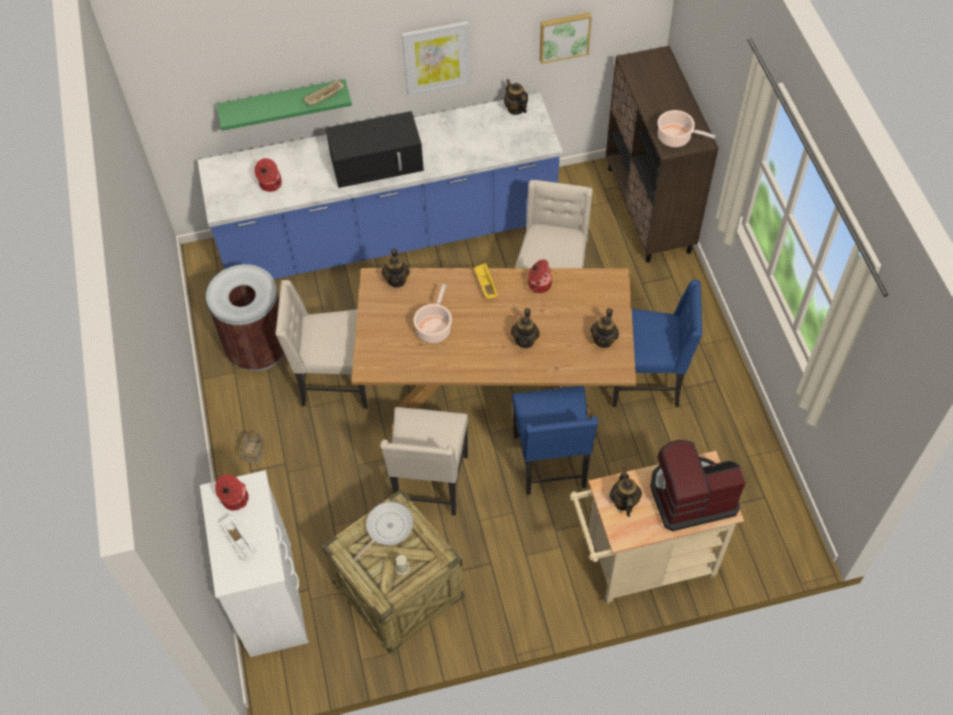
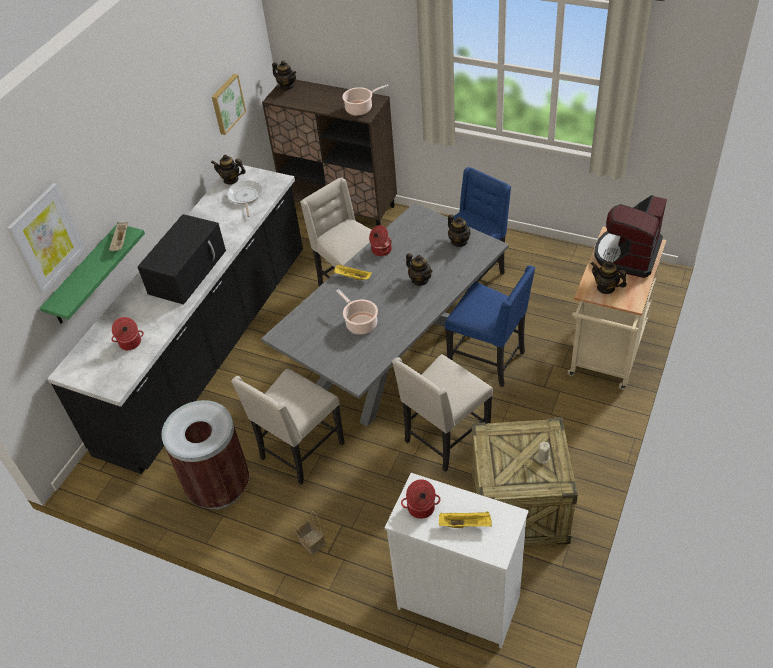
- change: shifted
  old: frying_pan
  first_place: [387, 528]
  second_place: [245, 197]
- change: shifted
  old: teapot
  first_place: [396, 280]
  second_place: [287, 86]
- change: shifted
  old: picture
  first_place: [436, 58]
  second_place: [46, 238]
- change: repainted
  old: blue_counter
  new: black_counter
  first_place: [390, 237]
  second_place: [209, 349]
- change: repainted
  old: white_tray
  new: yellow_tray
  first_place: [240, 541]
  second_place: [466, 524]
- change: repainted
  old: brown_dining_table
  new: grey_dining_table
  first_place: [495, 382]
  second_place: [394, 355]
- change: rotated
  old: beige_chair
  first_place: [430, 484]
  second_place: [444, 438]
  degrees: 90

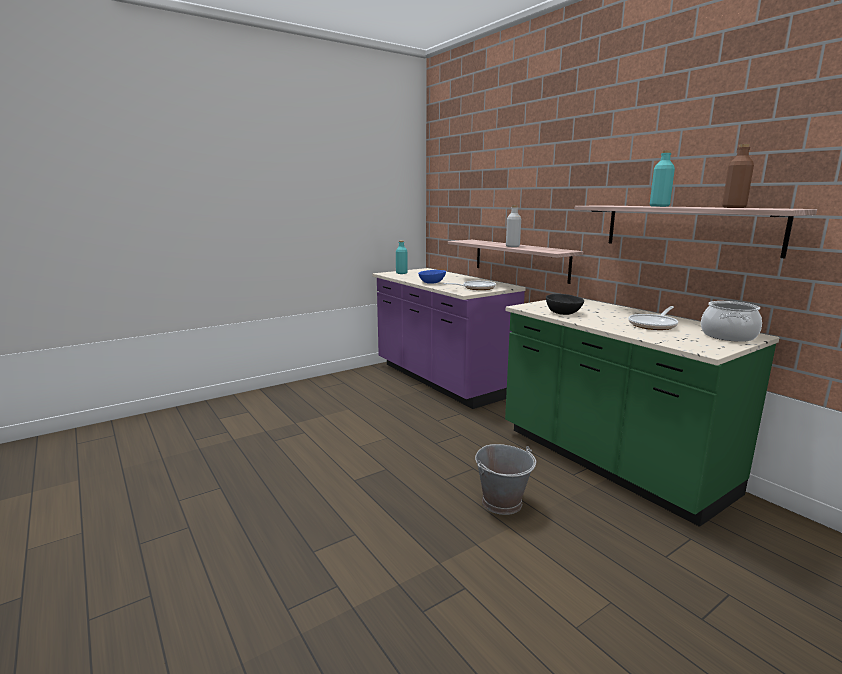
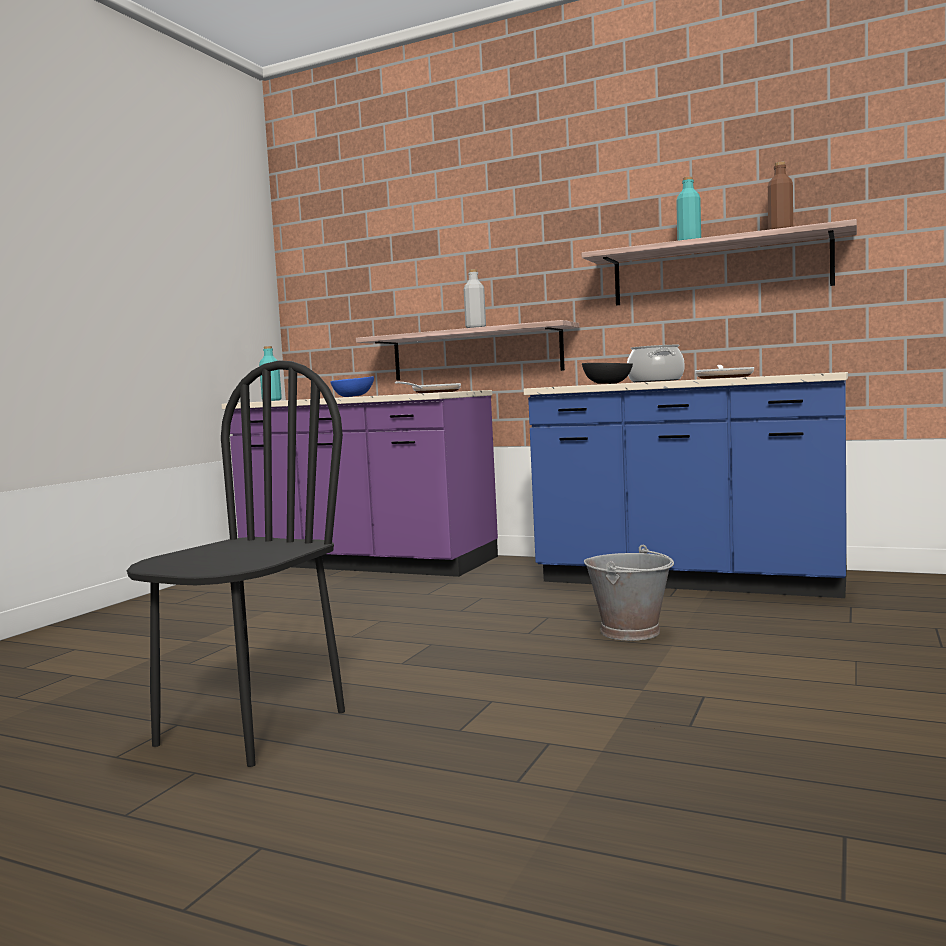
- change: new
  new: black_chair
  second_place: [251, 727]
- change: shifted
  old: cooking_pot
  first_place: [728, 336]
  second_place: [656, 381]
- change: repainted
  old: green_counter
  new: blue_counter
  first_place: [609, 461]
  second_place: [690, 579]

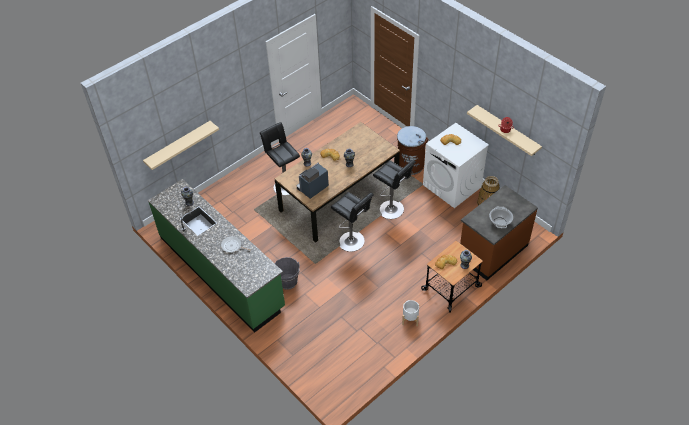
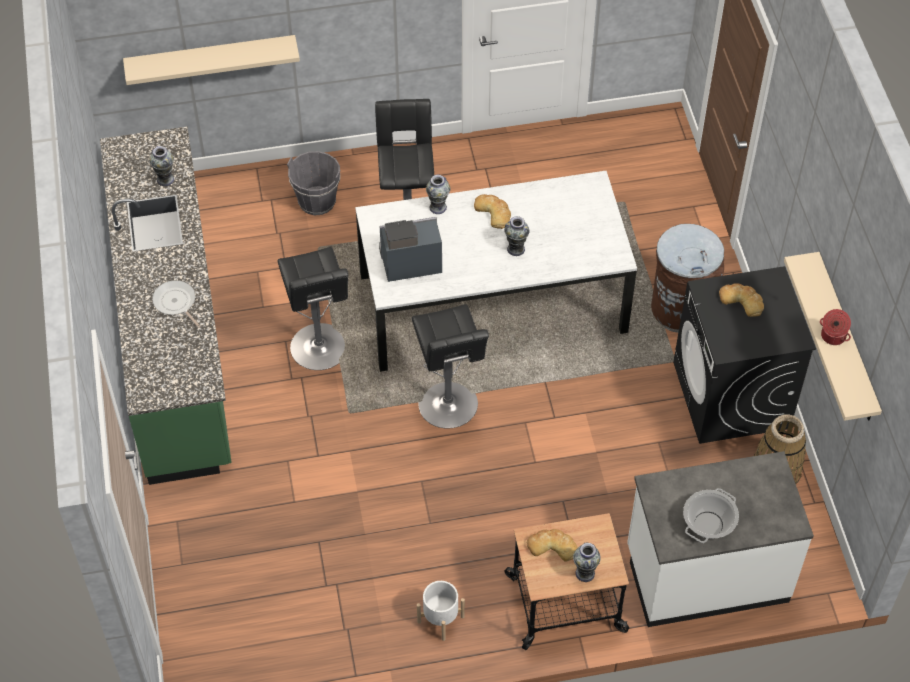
- change: shifted
  old: grey_bucket
  first_place: [288, 282]
  second_place: [317, 201]
- change: shifted
  old: black_stool
  first_place: [392, 210]
  second_place: [320, 350]
- change: repainted
  old: brown_dining_table
  new: white_dining_table
  first_place: [339, 197]
  second_place: [491, 303]
- change: repainted
  old: white_washing_machine
  new: black_washing_machine
  first_place: [452, 186]
  second_place: [731, 396]
- change: repainted
  old: brown_counter
  new: white_counter
  first_place: [492, 251]
  second_place: [706, 574]

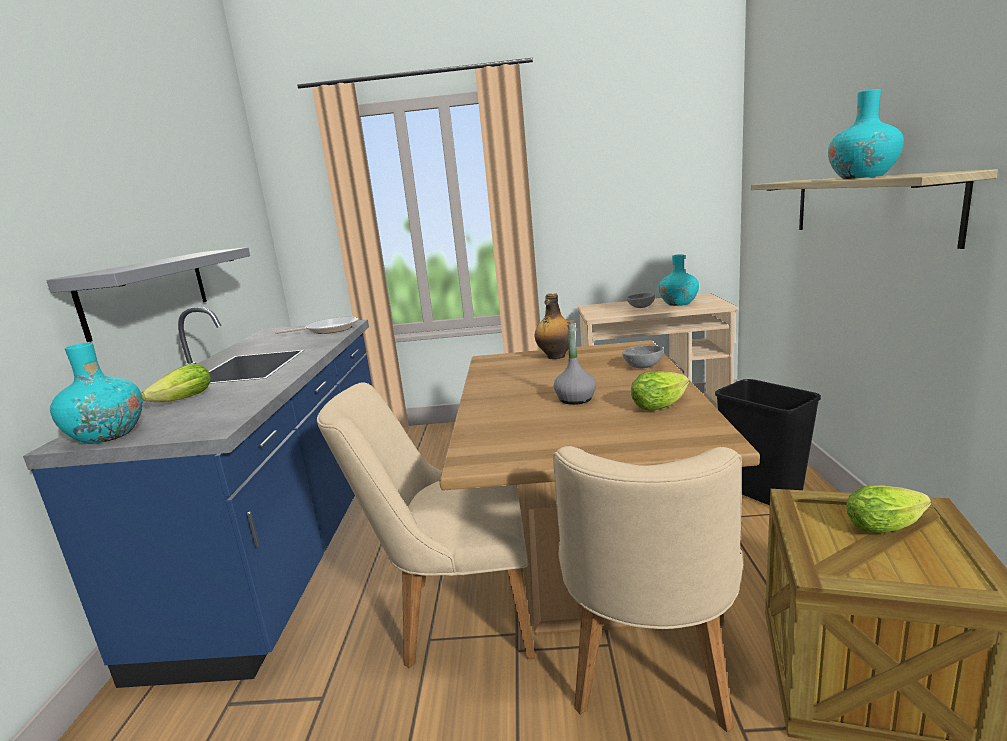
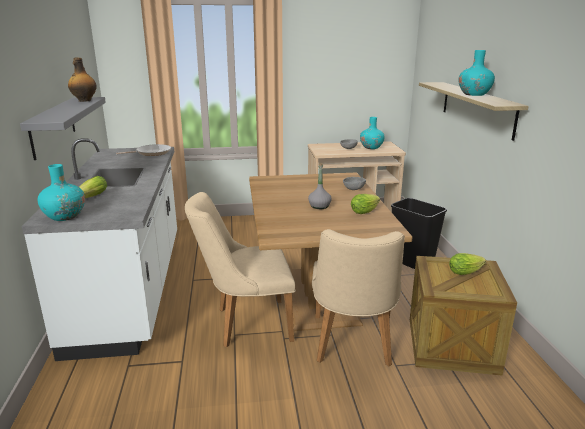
- change: shifted
  old: bottle
  first_place: [555, 357]
  second_place: [84, 100]
- change: repainted
  old: blue_counter
  new: white_counter
  first_place: [291, 541]
  second_place: [132, 287]

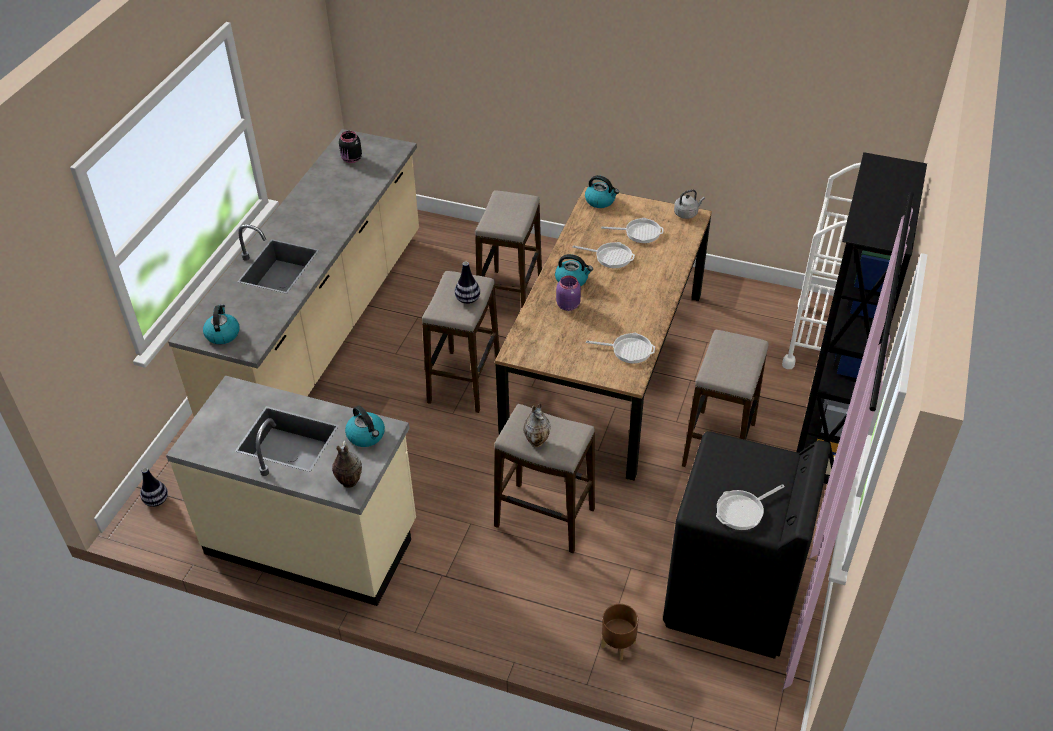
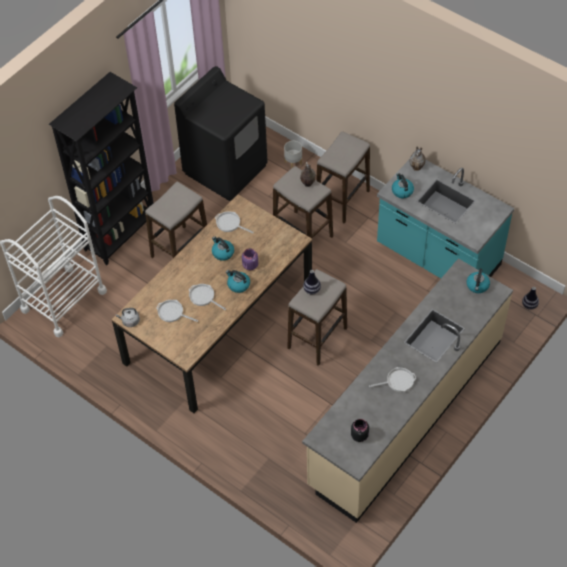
- change: shifted
  old: stool
  first_place: [509, 296]
  second_place: [342, 200]
- change: shifted
  old: kettle
  first_place: [600, 201]
  second_place: [222, 253]
- change: shifted
  old: frying_pan
  first_place: [742, 511]
  second_place: [398, 381]
- change: repainted
  old: beige_counter
  new: turquoise_counter
  first_place: [312, 539]
  second_place: [437, 257]
- change: repainted
  old: brown_planter
  new: grey_planter
  first_place: [617, 645]
  second_place: [293, 163]

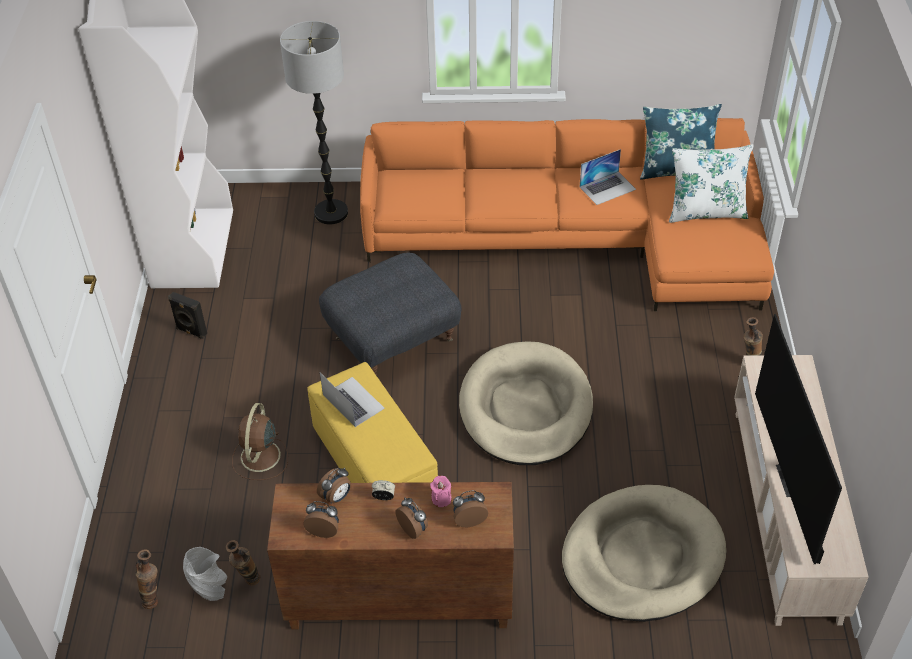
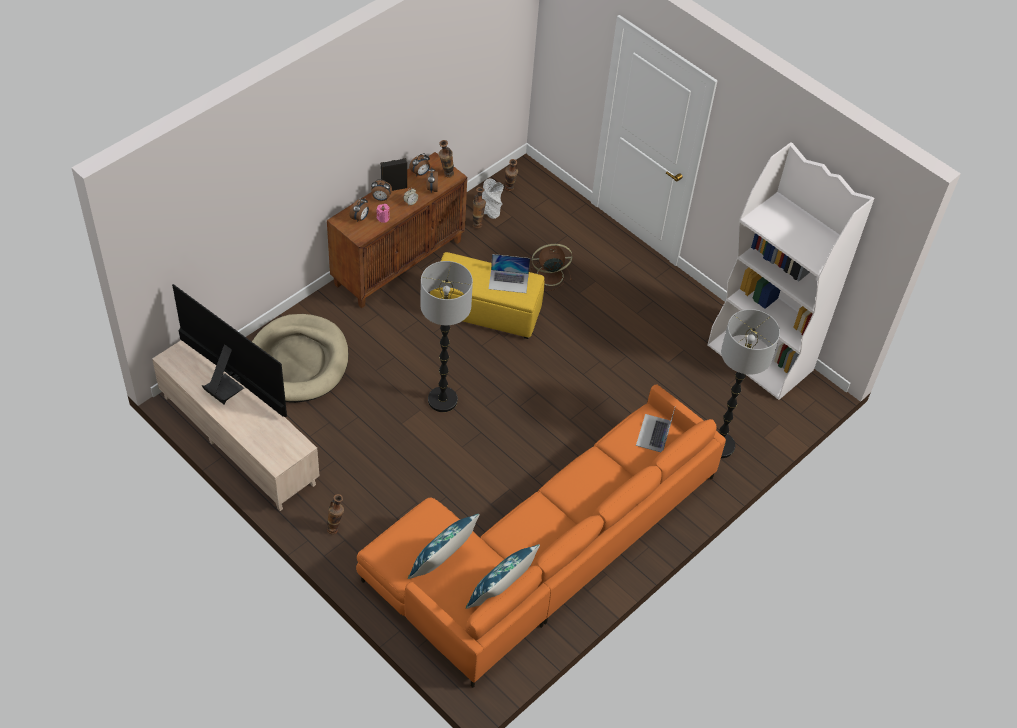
- change: gone
  old: grey_ottoman
  first_place: [393, 338]
- change: new
  new: vase
  second_place: [446, 175]
- change: shifted
  old: black_speaker
  first_place: [191, 332]
  second_place: [393, 187]
- change: shifted
  old: laptop
  first_place: [607, 188]
  second_place: [654, 433]
- change: swapped
  old: beige_dog_bed
  new: floor_lamp
  first_place: [525, 408]
  second_place: [442, 400]
- change: repainted
  old: white_pillow
  new: blue_pillow
  first_place: [706, 211]
  second_place: [442, 563]
- change: rotated
  old: brown_fan
  first_place: [260, 457]
  second_place: [548, 275]
  degrees: -60

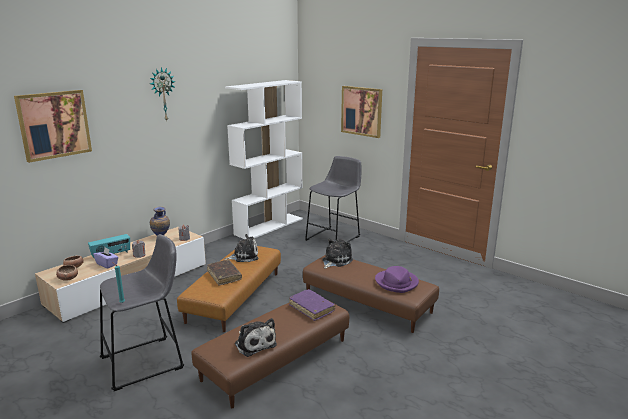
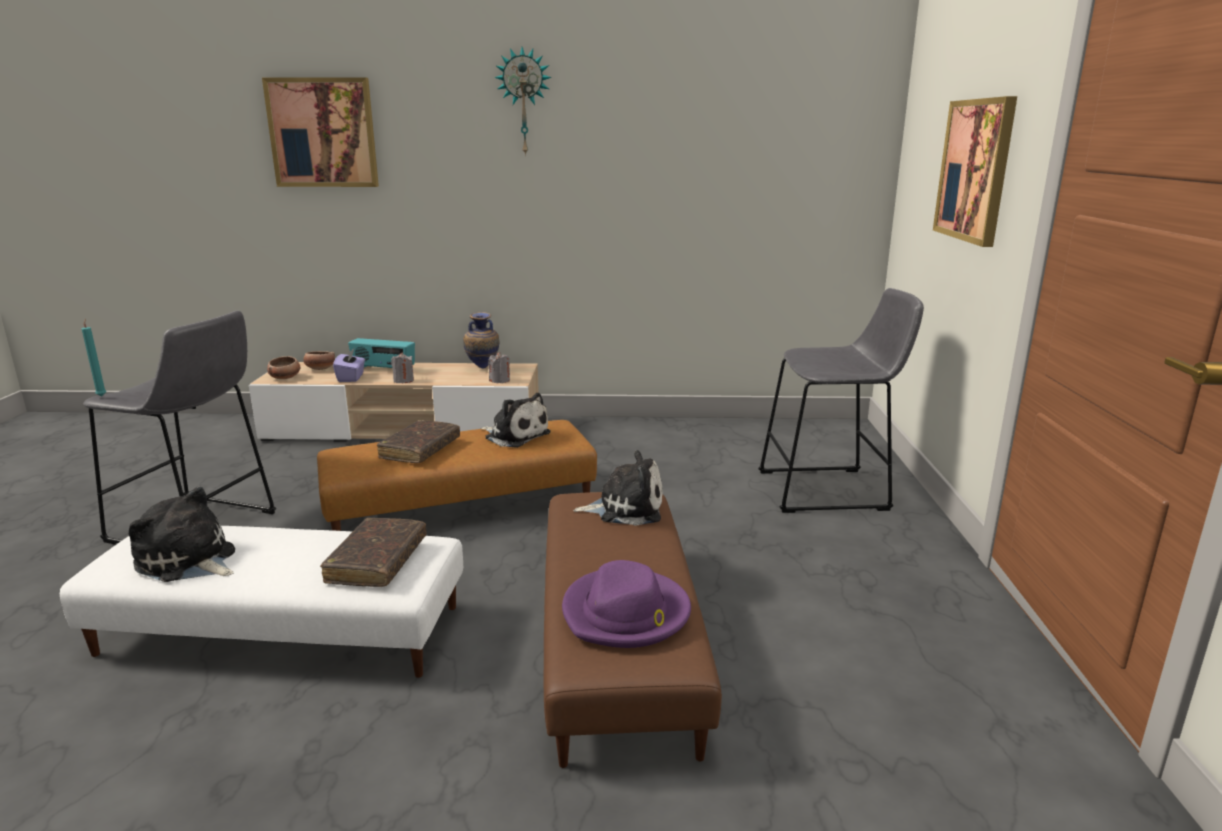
- change: gone
  old: white_bookcase
  first_place: [269, 226]
- change: repainted
  old: brown_ottoman
  new: white_ottoman
  first_place: [275, 359]
  second_place: [283, 629]
- change: repainted
  old: purple_book
  new: brown_book
  first_place: [311, 308]
  second_place: [377, 562]
- change: rotated
  old: plush_toy
  first_place: [254, 343]
  second_place: [188, 561]
  degrees: 105

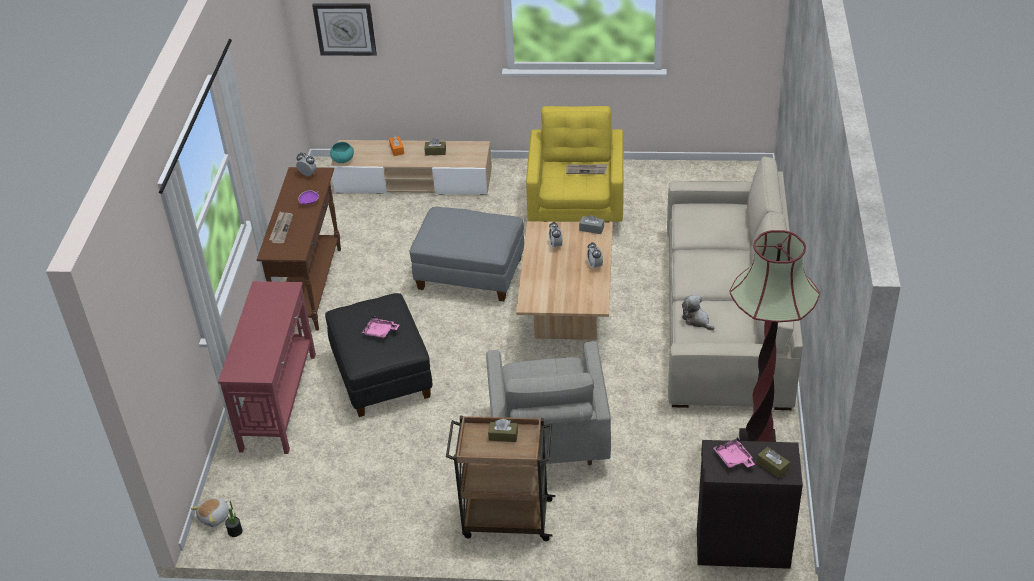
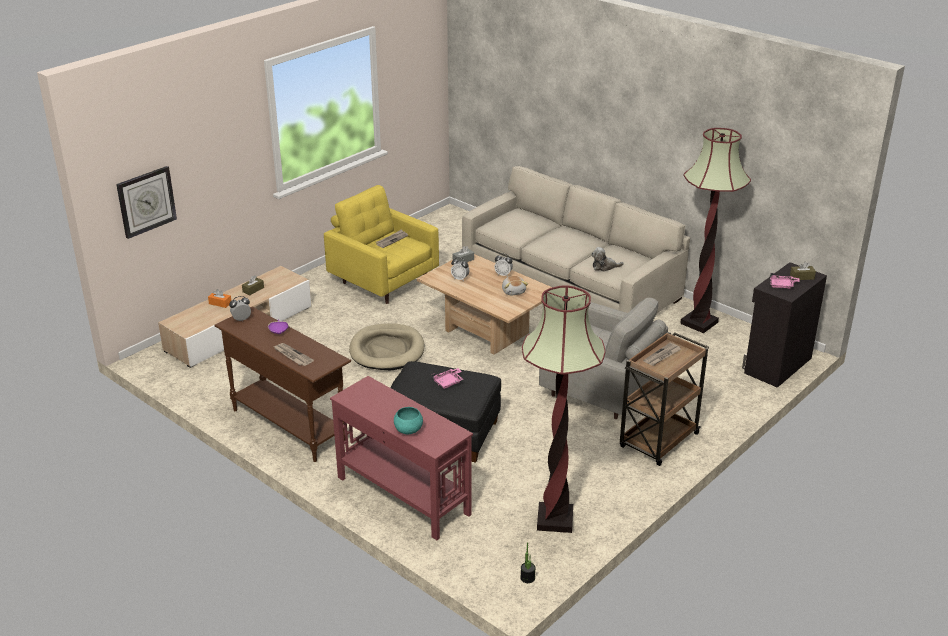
- change: new
  new: floor_lamp
  second_place: [555, 519]
- change: shifted
  old: plush_toy
  first_place: [215, 517]
  second_place: [513, 291]
- change: shifted
  old: turquoise_bowl
  first_place: [343, 160]
  second_place: [408, 430]
- change: swapped
  old: grey_ottoman
  new: beige_dog_bed
  first_place: [470, 274]
  second_place: [387, 350]
- change: swapped
  old: brown_tissue_box
  new: newspaper
  first_place: [503, 436]
  second_place: [662, 356]

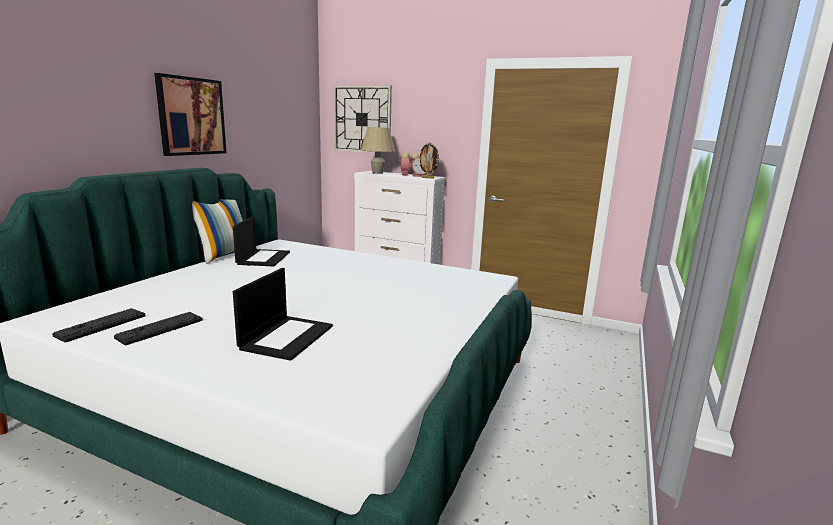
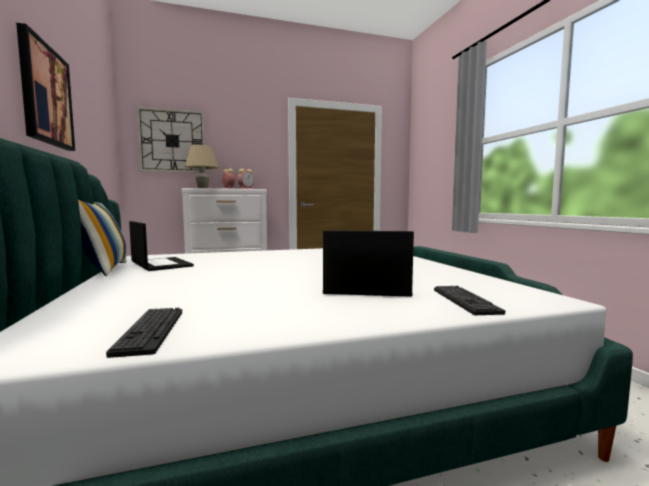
- change: gone
  old: picture_frame
  first_place: [428, 178]
- change: shifted
  old: keyboard
  first_place: [160, 328]
  second_place: [465, 300]
- change: rotated
  old: laptop
  first_place: [287, 337]
  second_place: [365, 288]
  degrees: -60

